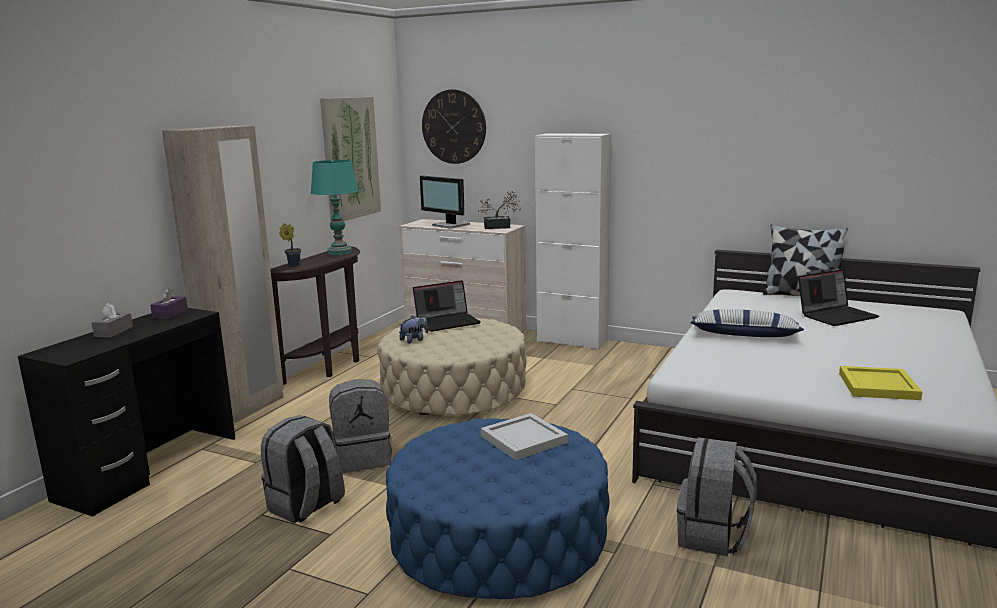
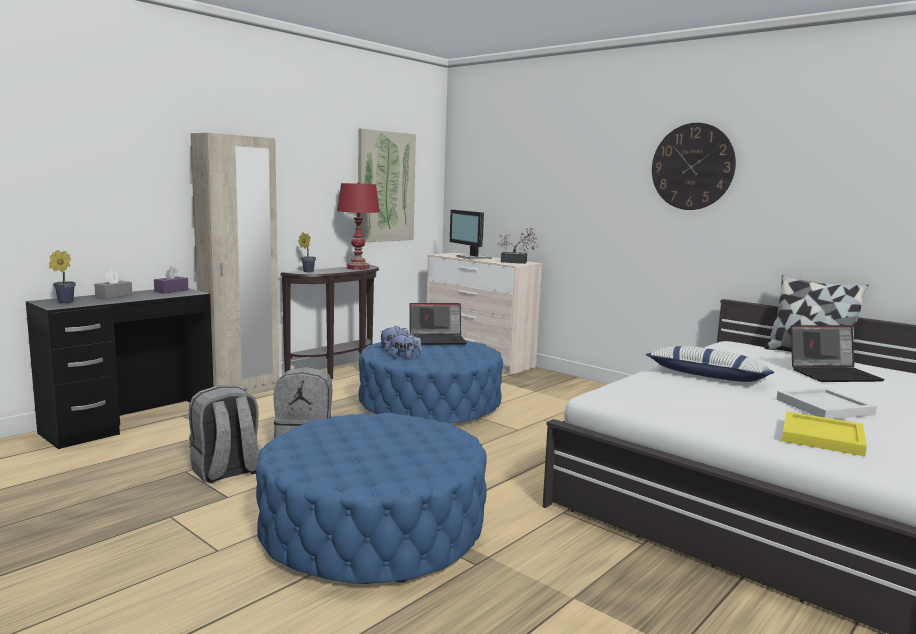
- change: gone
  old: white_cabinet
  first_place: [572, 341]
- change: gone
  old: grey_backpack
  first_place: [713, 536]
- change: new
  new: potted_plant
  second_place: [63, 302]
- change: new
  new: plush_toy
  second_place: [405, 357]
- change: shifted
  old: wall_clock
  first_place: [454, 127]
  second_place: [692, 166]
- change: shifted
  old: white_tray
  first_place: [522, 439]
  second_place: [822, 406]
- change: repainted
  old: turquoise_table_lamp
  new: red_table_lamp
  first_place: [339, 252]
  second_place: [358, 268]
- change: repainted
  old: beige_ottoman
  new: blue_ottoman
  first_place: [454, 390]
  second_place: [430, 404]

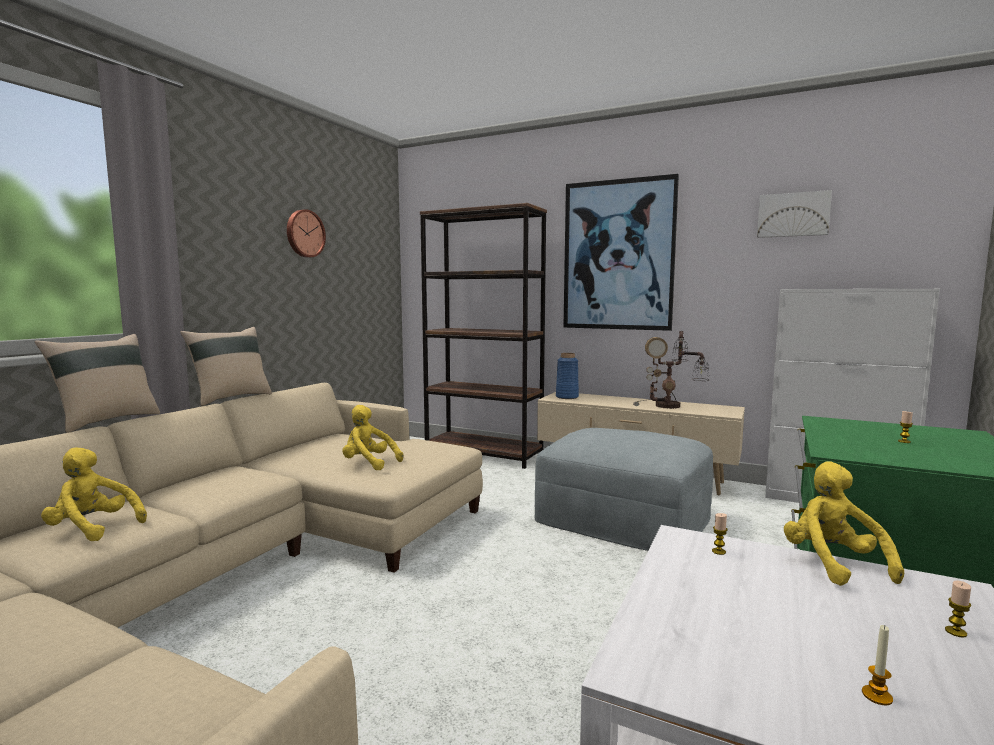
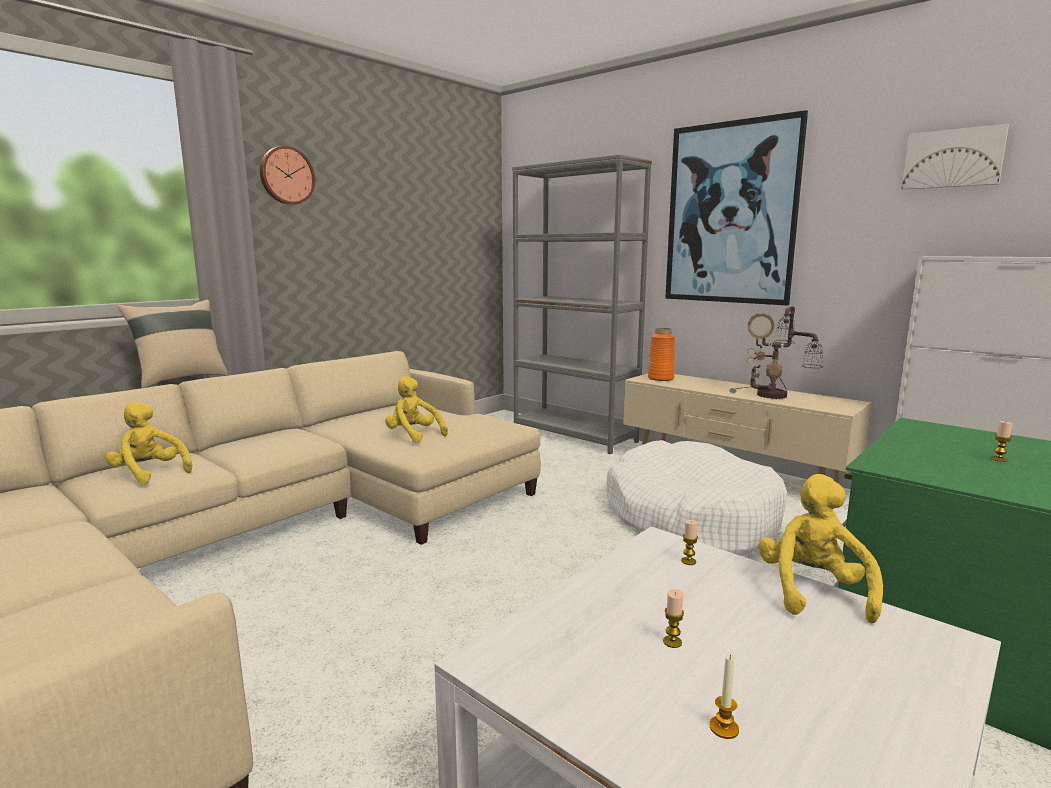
- change: gone
  old: beige_pillow
  first_place: [230, 398]
- change: shifted
  old: wall_clock
  first_place: [304, 233]
  second_place: [286, 175]
- change: shifted
  old: candle
  first_place: [955, 632]
  second_place: [672, 642]
- change: swapped
  old: grey_ottoman
  new: white_dog_bed
  first_place: [624, 517]
  second_place: [690, 518]
- change: repainted
  old: brown_bookcase
  new: grey_bookcase
  first_place: [484, 454]
  second_place: [574, 435]
- change: repainted
  old: blue_vase
  new: orange_vase
  first_place: [566, 397]
  second_place: [660, 378]

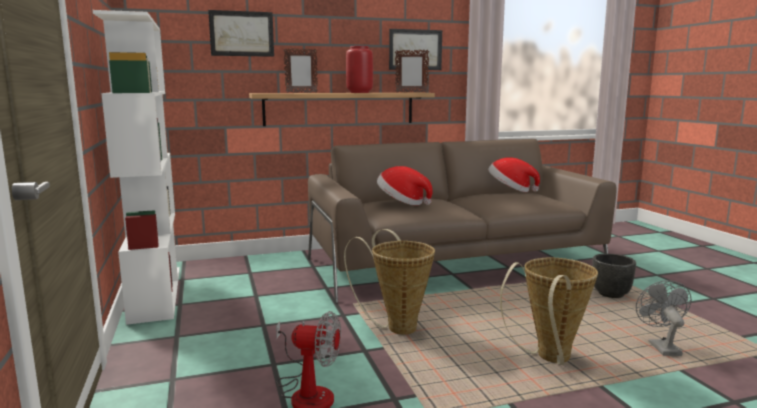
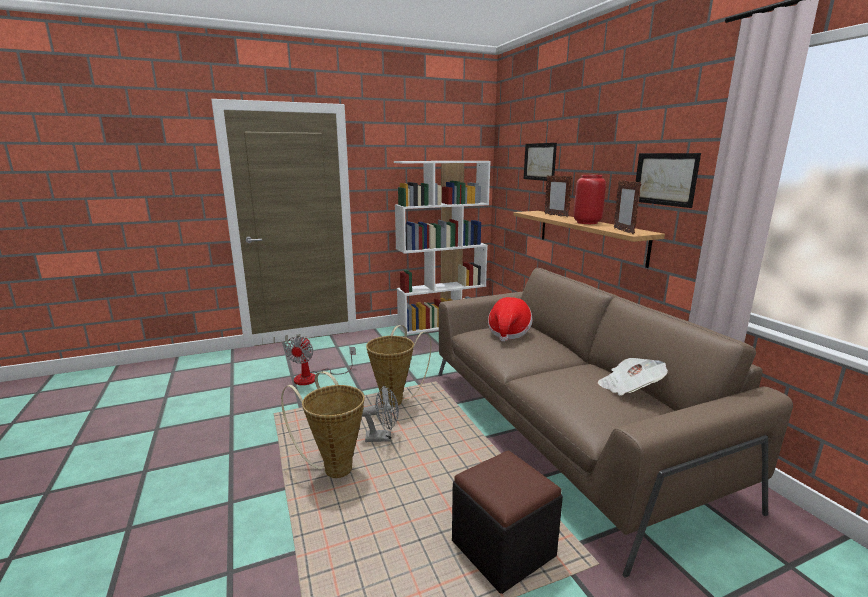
- change: shifted
  old: grey_fan
  first_place: [661, 346]
  second_place: [383, 437]
- change: swapped
  old: hat
  new: newspaper
  first_place: [510, 190]
  second_place: [630, 387]
- change: swapped
  old: black_planter
  new: black_ottoman
  first_place: [611, 294]
  second_place: [503, 548]

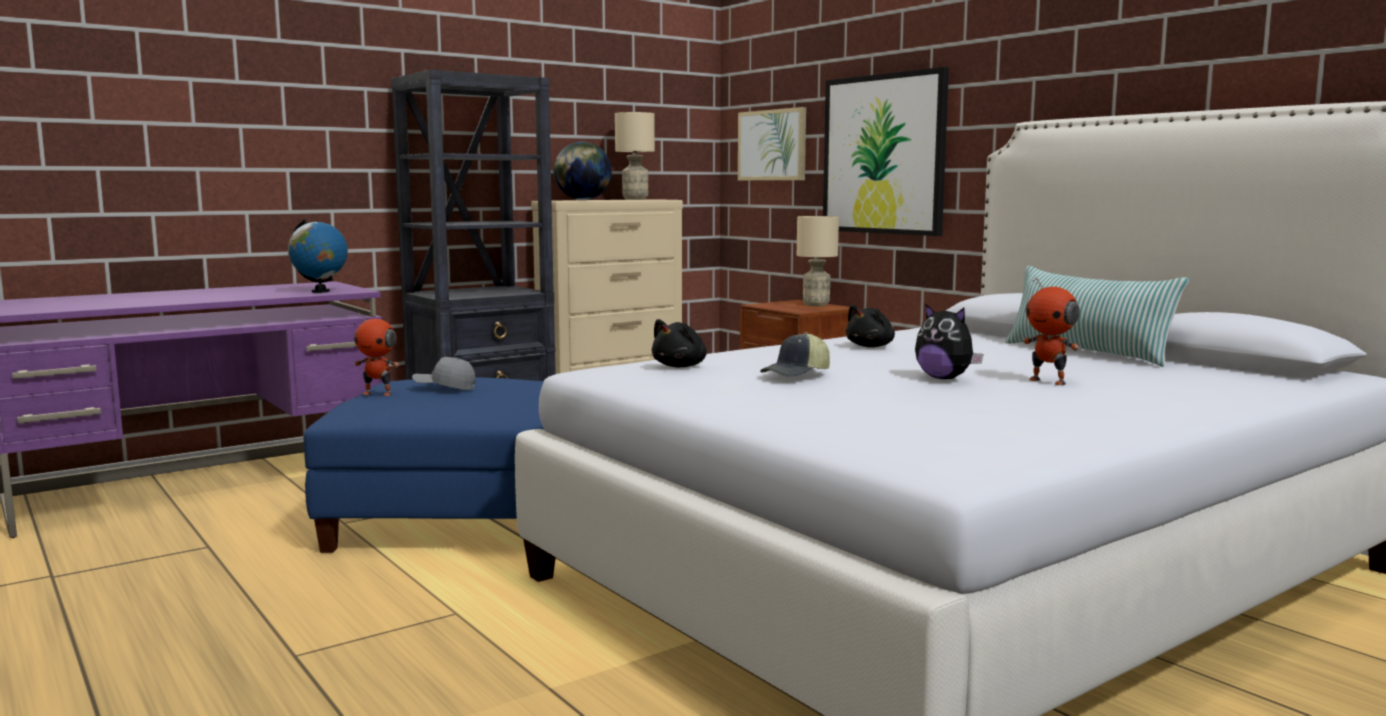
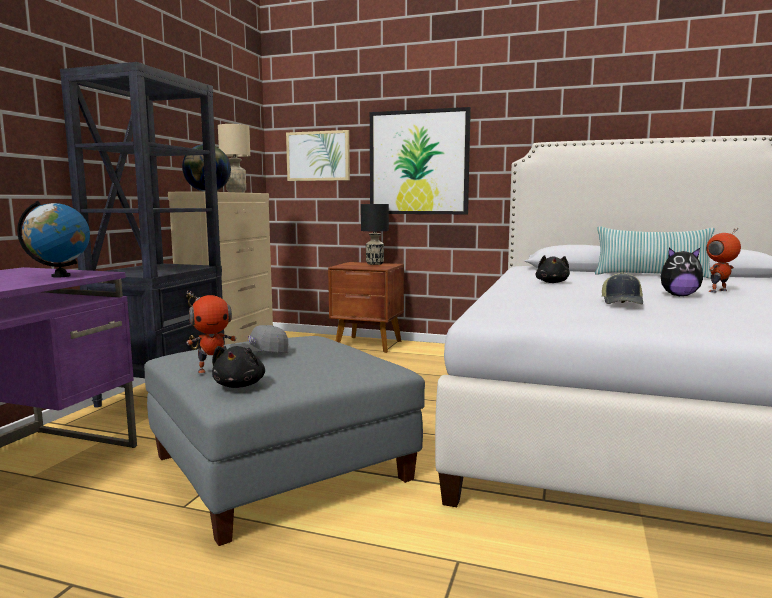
- change: shifted
  old: black_plush_toy
  first_place: [681, 366]
  second_place: [240, 385]
- change: repainted
  old: blue_ottoman
  new: grey_ottoman
  first_place: [463, 516]
  second_place: [282, 467]
- change: repainted
  old: beige_table_lamp
  new: black_table_lamp
  first_place: [815, 305]
  second_place: [374, 264]
- change: rotated
  old: toy_robot
  first_place: [1048, 381]
  second_place: [719, 291]
  degrees: 135

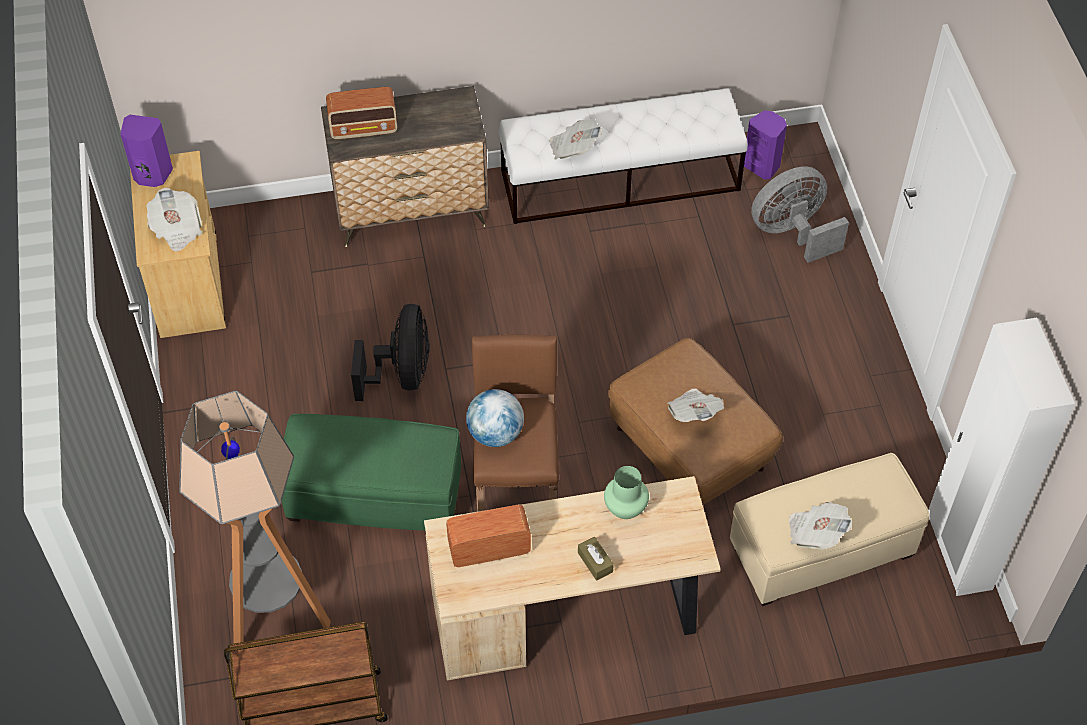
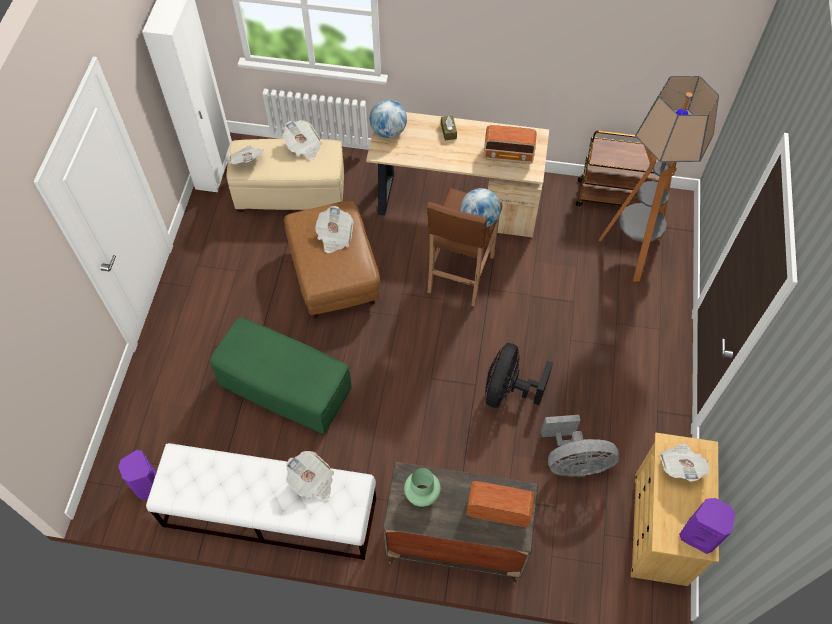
- change: new
  new: newspaper
  second_place: [247, 161]
- change: new
  new: globe
  second_place: [388, 131]
- change: shifted
  old: green_ottoman
  first_place: [375, 496]
  second_place: [286, 390]
- change: shifted
  old: green_vase
  first_place: [626, 508]
  second_place: [421, 494]
- change: shifted
  old: grey_fan
  first_place: [792, 233]
  second_place: [573, 462]

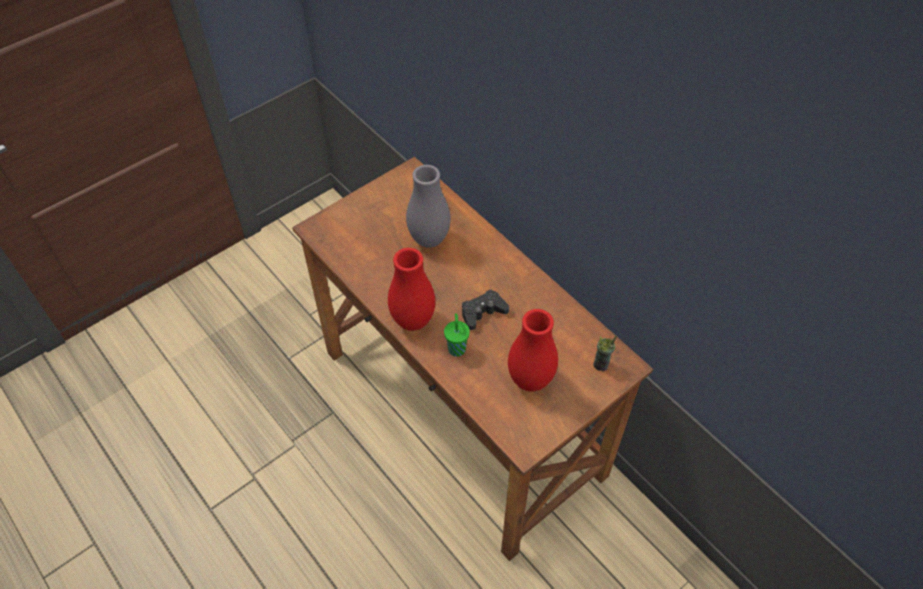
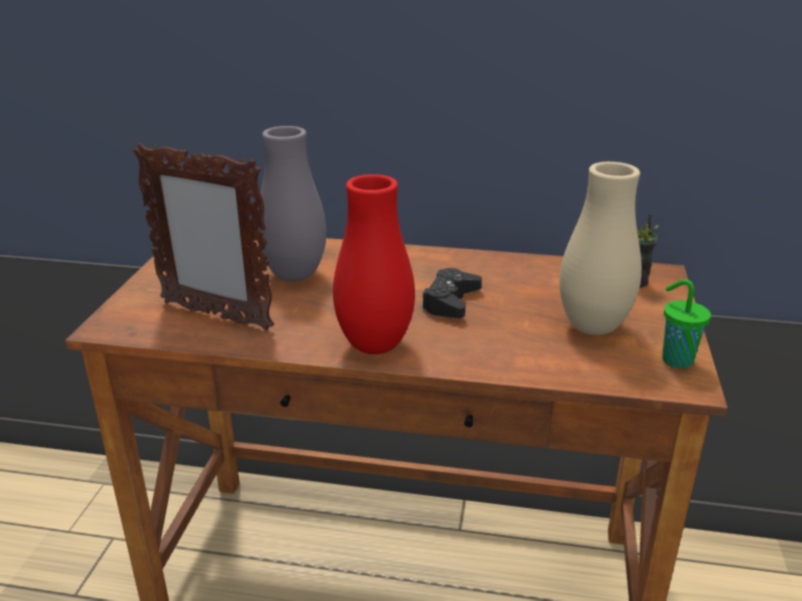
- change: new
  new: picture_frame
  second_place: [215, 315]
- change: shifted
  old: green_cup
  first_place: [456, 348]
  second_place: [675, 360]
- change: repainted
  old: red_vase
  new: beige_vase
  first_place: [530, 380]
  second_place: [592, 327]

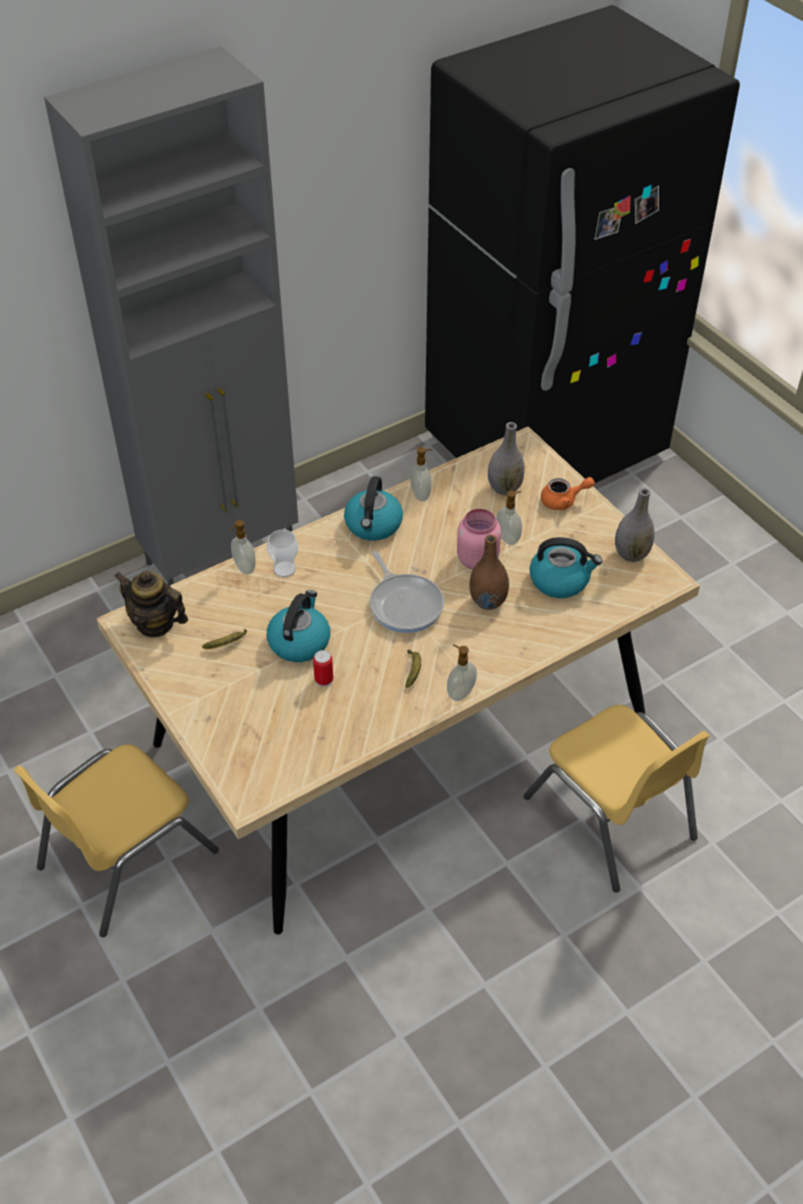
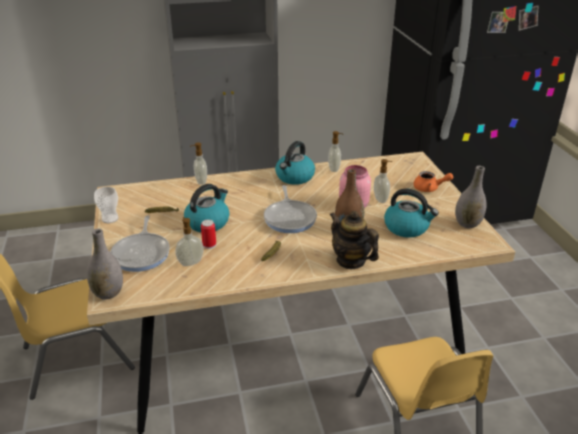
- change: new
  new: frying_pan
  second_place: [142, 253]
- change: shifted
  old: teapot
  first_place: [155, 623]
  second_place: [351, 260]
- change: shifted
  old: cup
  first_place: [284, 569]
  second_place: [110, 219]
- change: shifted
  old: soap_dispenser
  first_place: [460, 692]
  second_place: [190, 262]
- change: shifted
  old: grey_vase
  first_place: [504, 488]
  second_place: [108, 293]

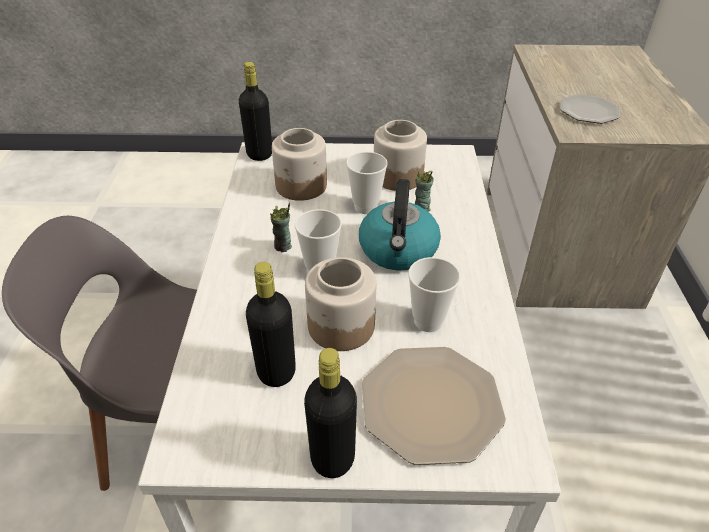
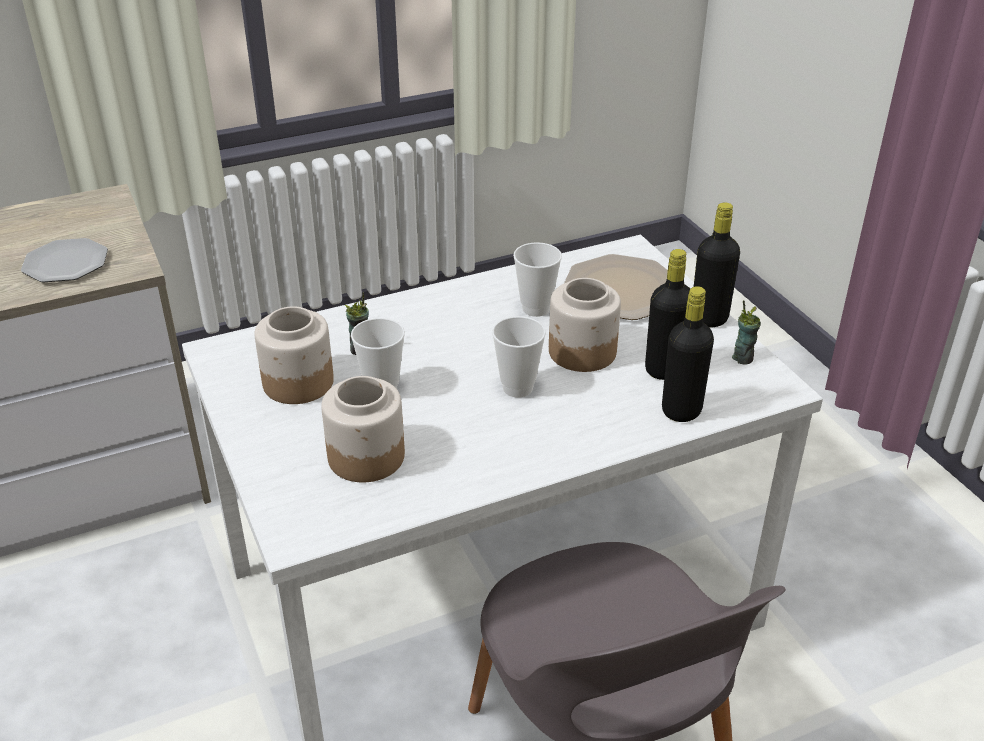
- change: gone
  old: kettle
  first_place: [398, 251]
- change: shifted
  old: black_bottle
  first_place: [259, 154]
  second_place: [681, 410]
- change: shifted
  old: cup
  first_place: [283, 247]
  second_place: [743, 358]

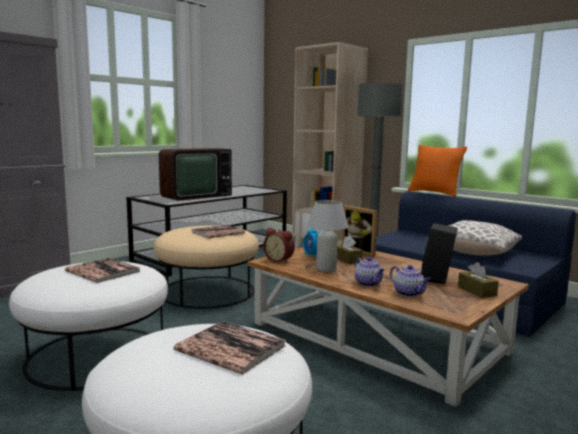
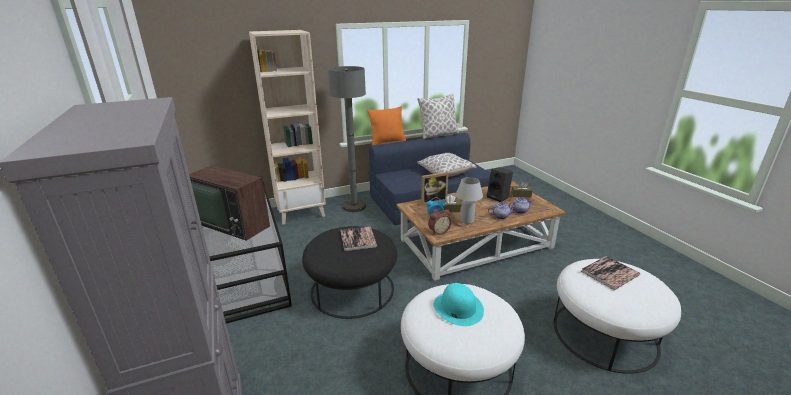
- change: new
  new: pillow
  second_place: [438, 135]
- change: swapped
  old: book
  new: turquoise_hat
  first_place: [102, 271]
  second_place: [458, 307]
- change: repainted
  old: beige_ottoman
  new: black_ottoman
  first_place: [208, 291]
  second_place: [352, 289]
- change: rotated
  old: television
  first_place: [193, 196]
  second_place: [235, 222]
  degrees: 135

